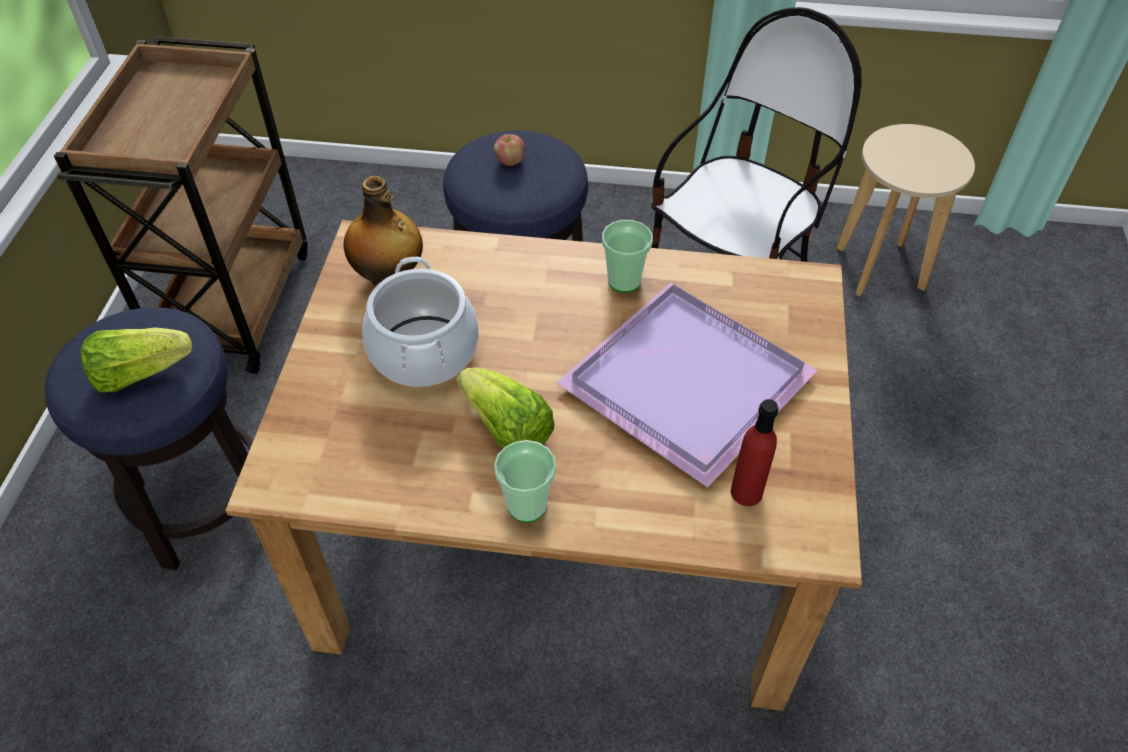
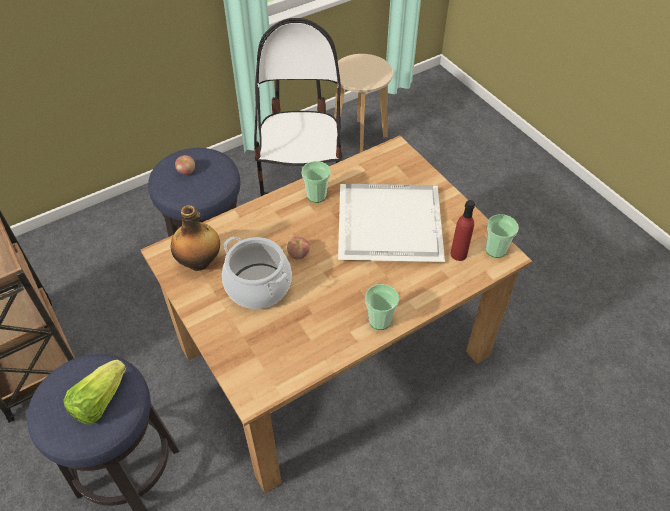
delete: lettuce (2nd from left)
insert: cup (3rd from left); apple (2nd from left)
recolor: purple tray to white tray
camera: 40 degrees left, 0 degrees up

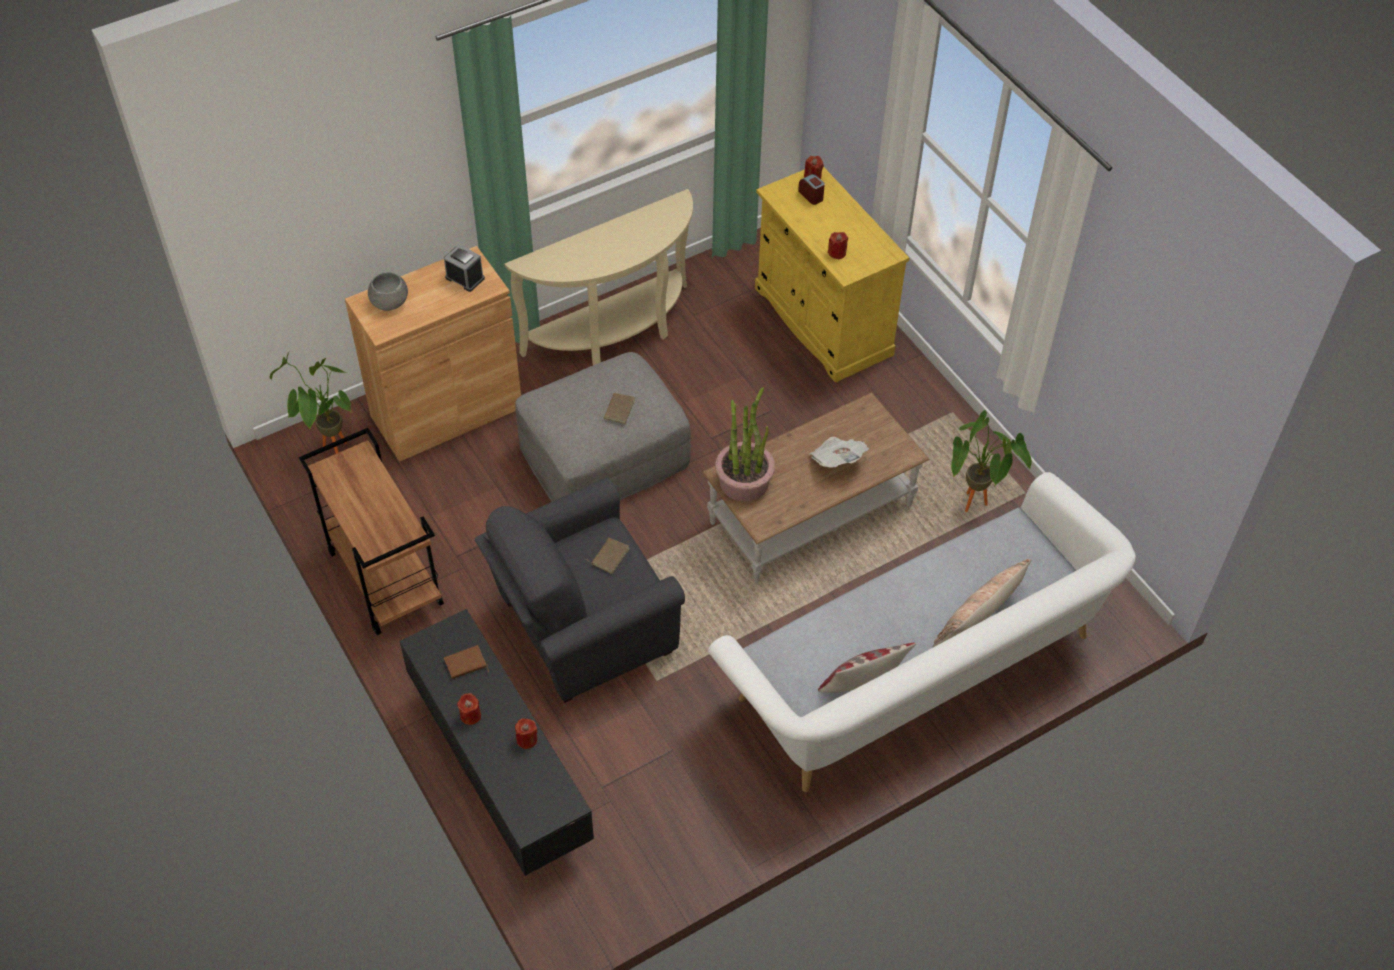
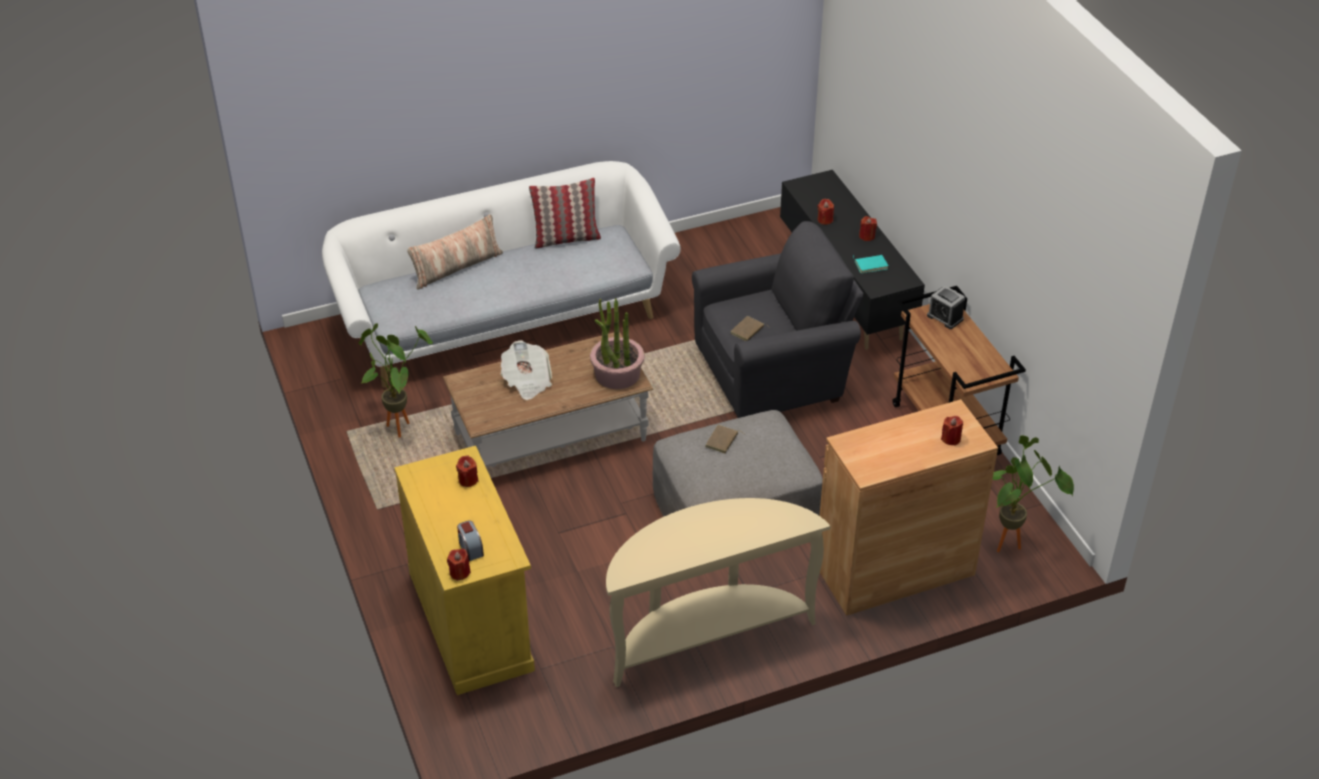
move: alarm clock (1st from left in the first image) to alarm clock (2nd from left)
replace: grey bowl to red candle (5th from left)
recolor: brown book (1st from left) to turquoise book
camera: 170 degrees left, 10 degrees down

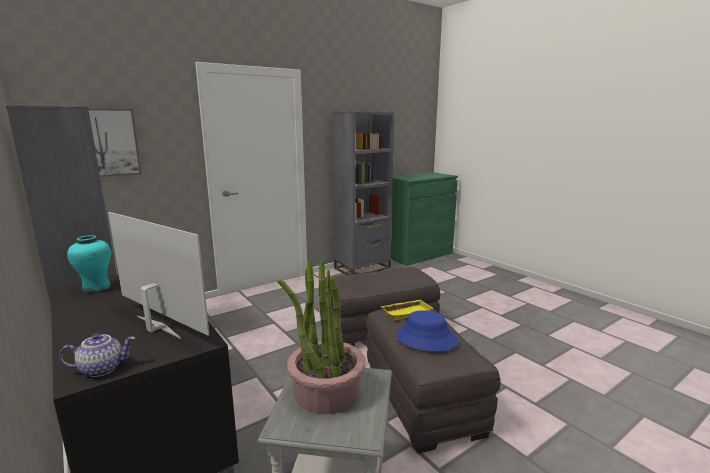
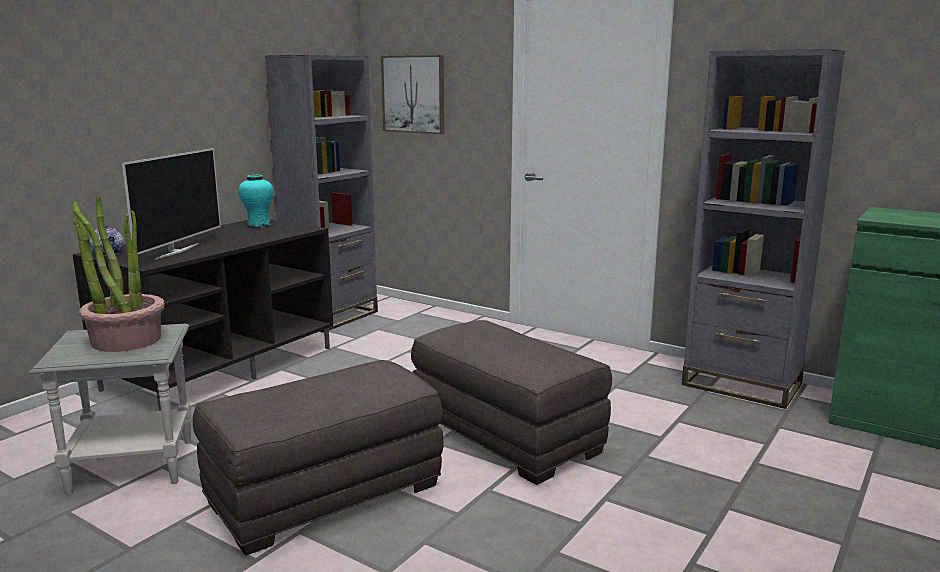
delete: yellow tray; blue hat
camera: 70 degrees right, 0 degrees up

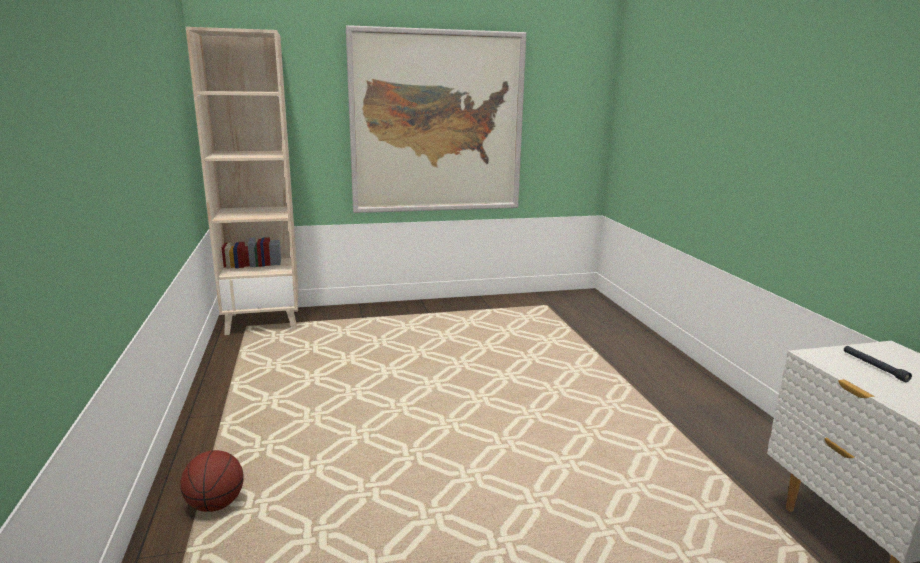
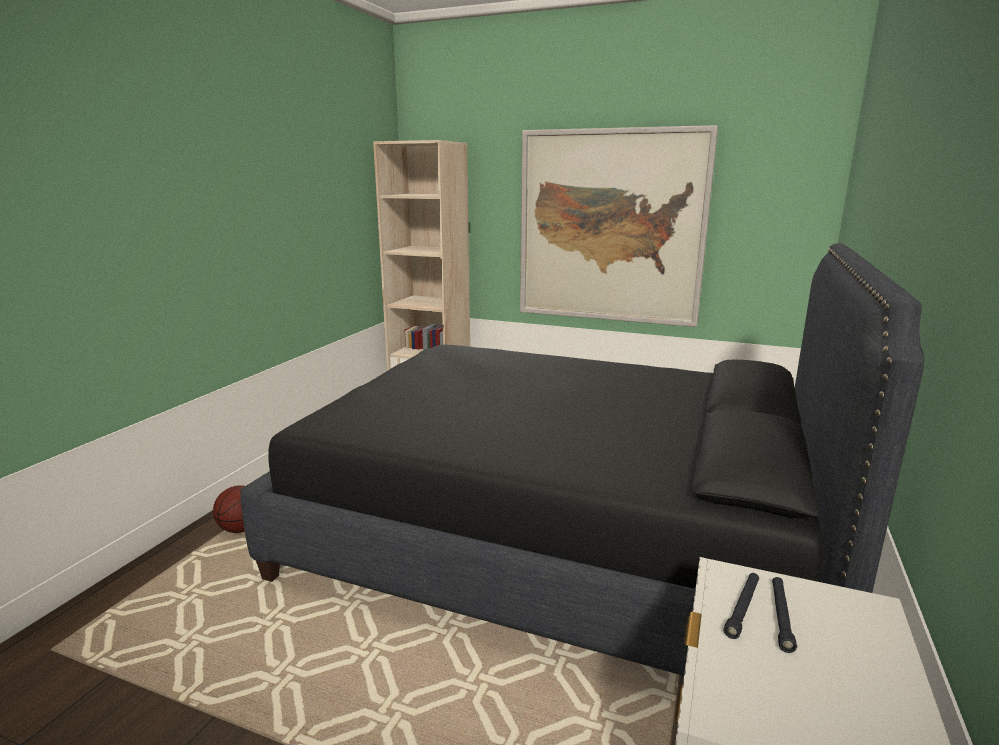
insert: black bed; black flashlight (1st from left)
camera: 35 degrees right, 0 degrees up

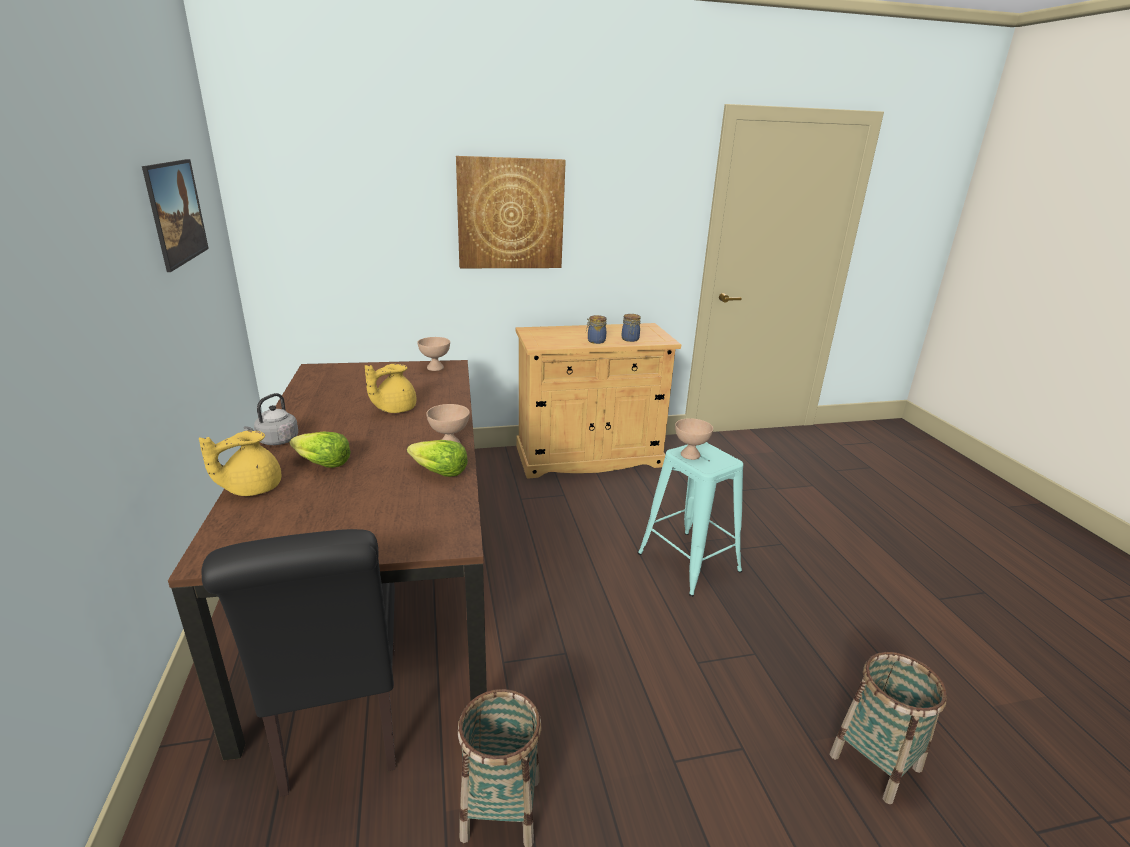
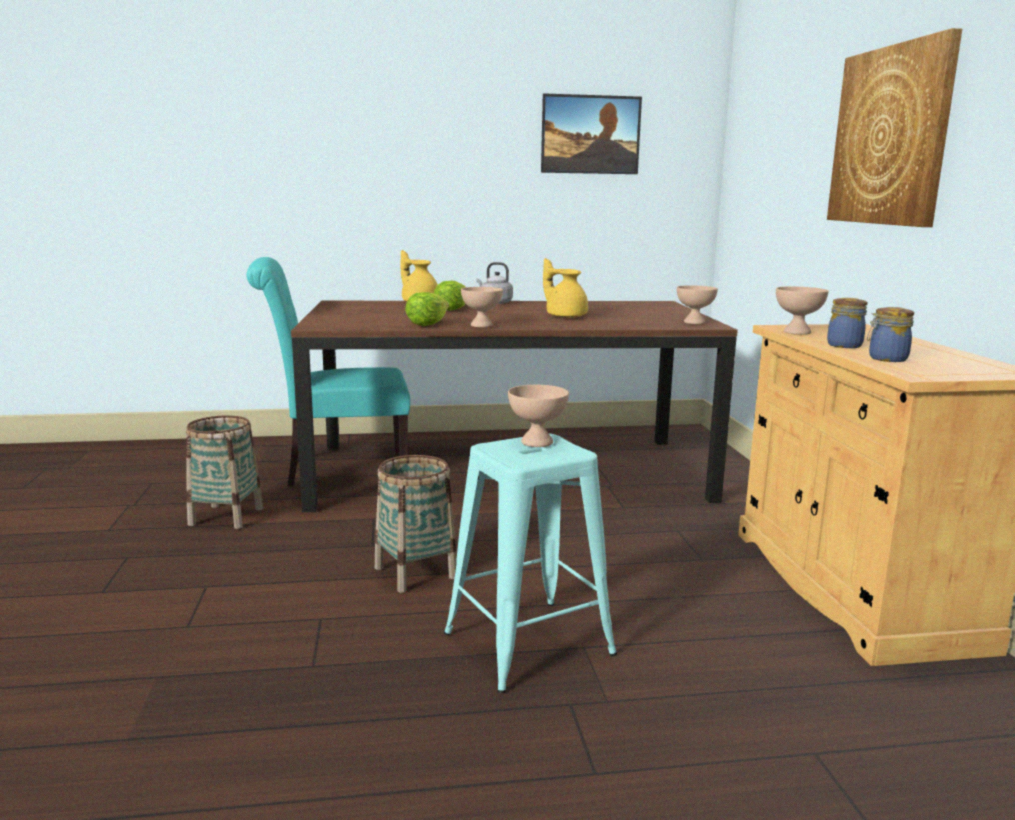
insert: beige bowl (4th from left)
move: basket (2nd from left)
recolor: black chair to turquoise chair
camera: 95 degrees right, 10 degrees down

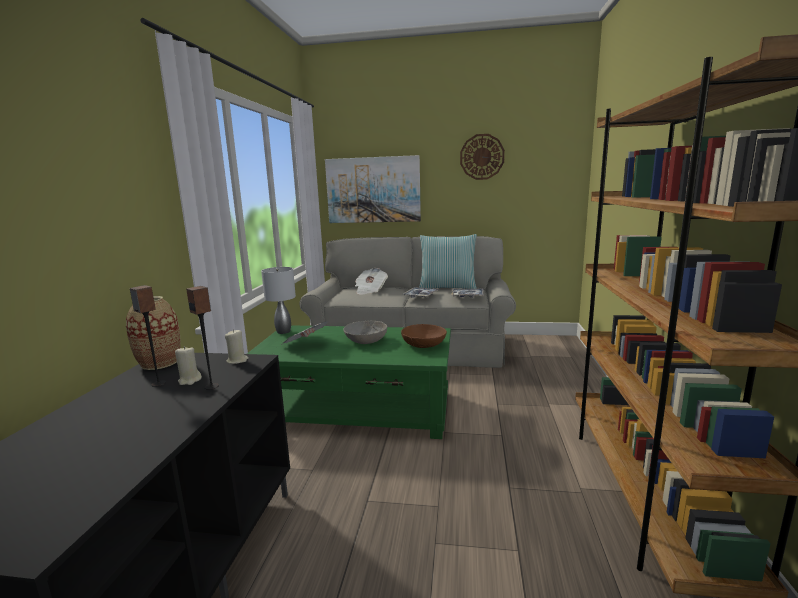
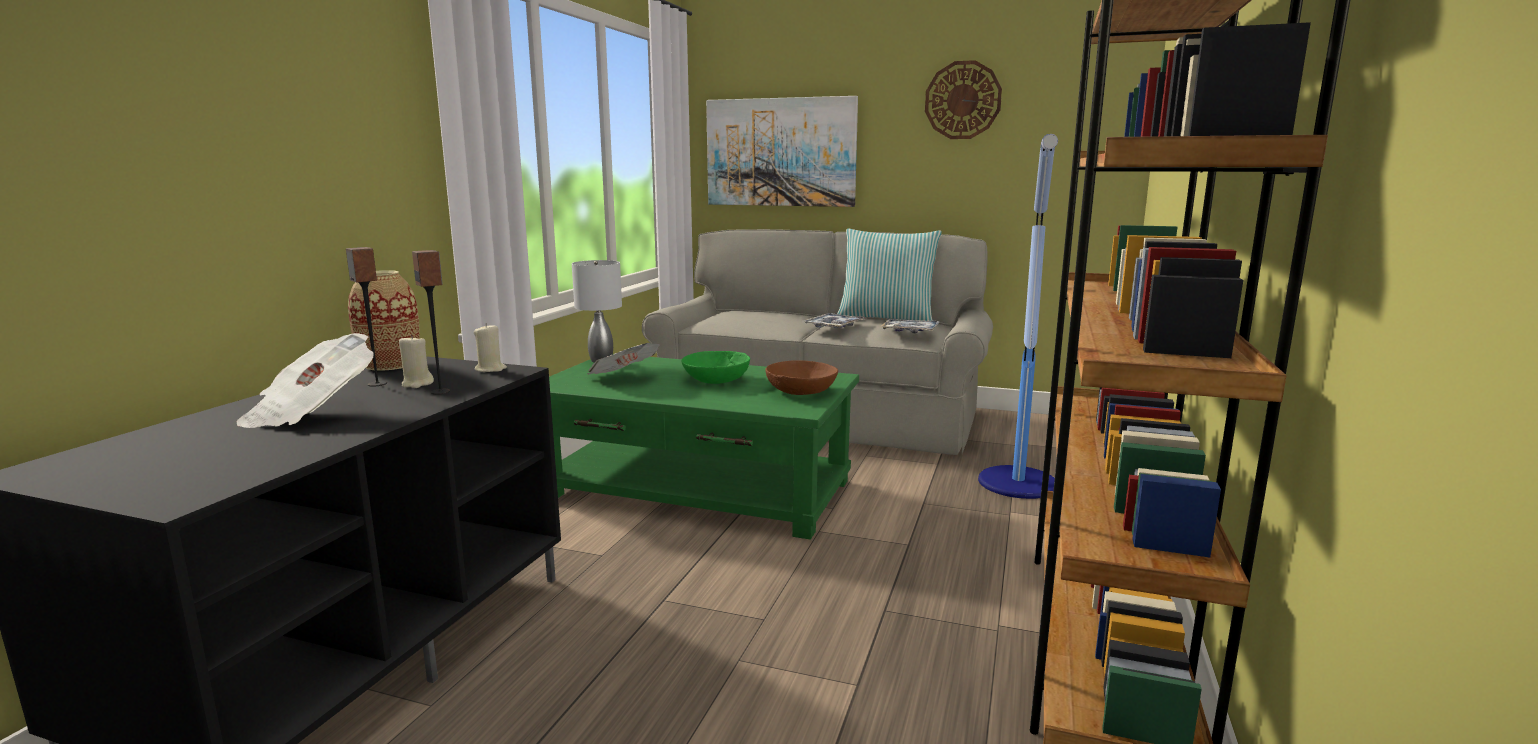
insert: floor lamp
move: newspaper (2nd from left in the first image) to newspaper (1st from left)
recolor: grey bowl to green bowl
camera: 10 degrees right, 0 degrees up

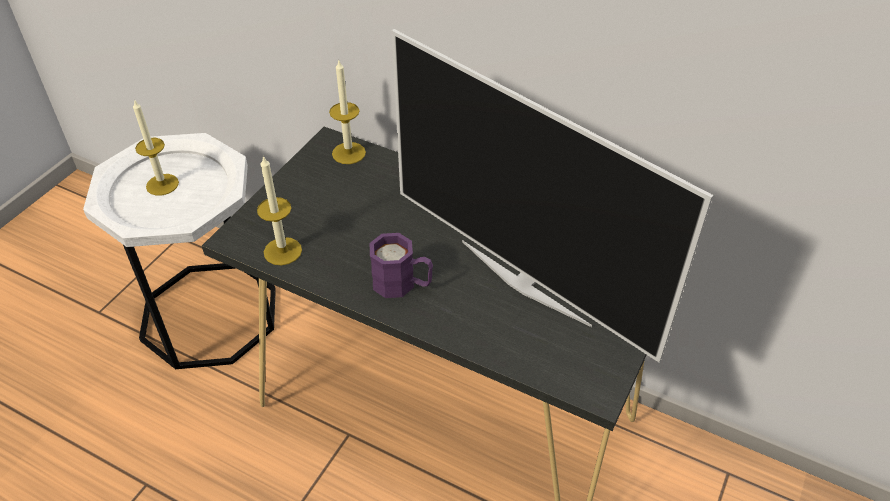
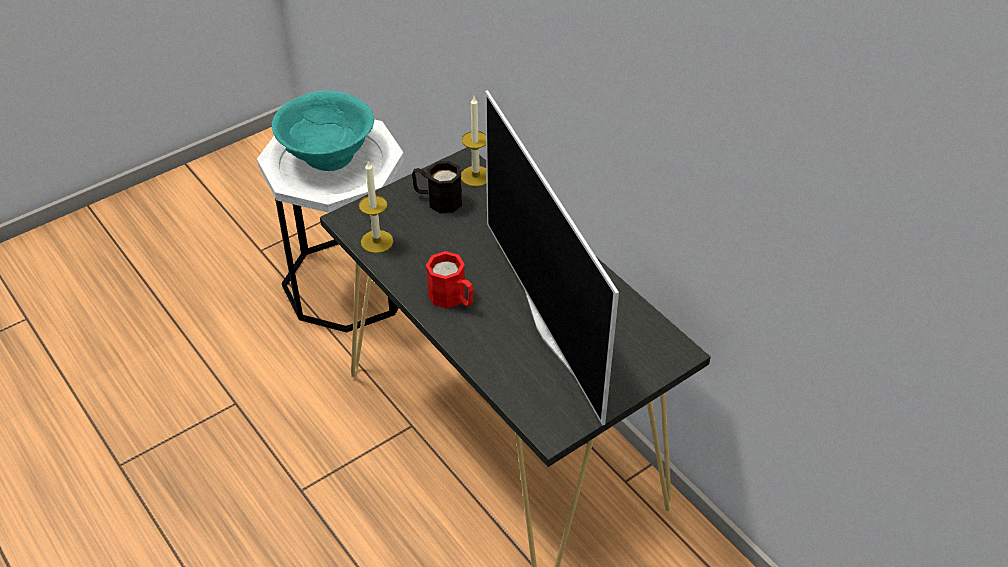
insert: black mug
replace: candle (1st from left) to turquoise bowl
recolor: purple mug to red mug
camera: 25 degrees right, 0 degrees up

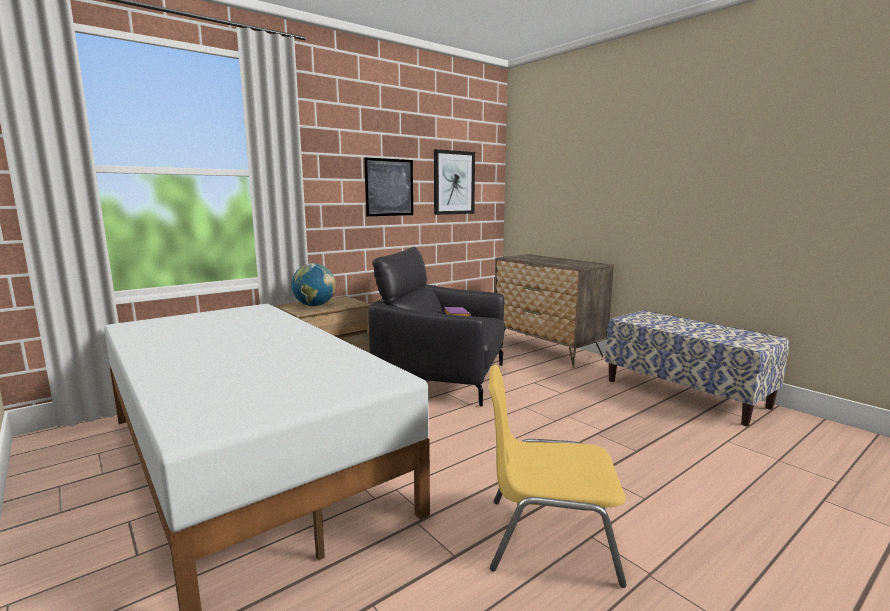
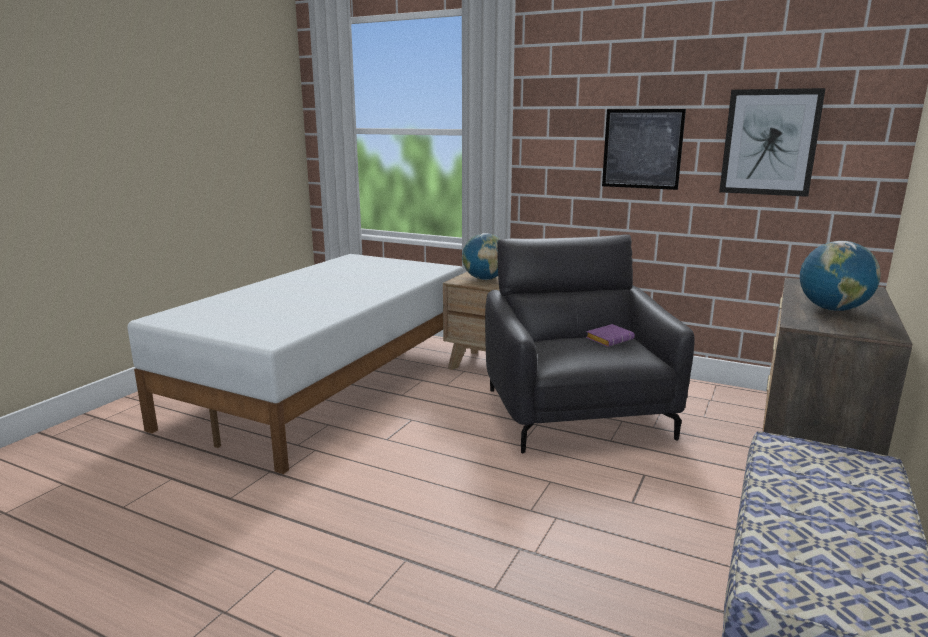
delete: yellow chair
insert: globe (2nd from left)
camera: 65 degrees right, 5 degrees up

